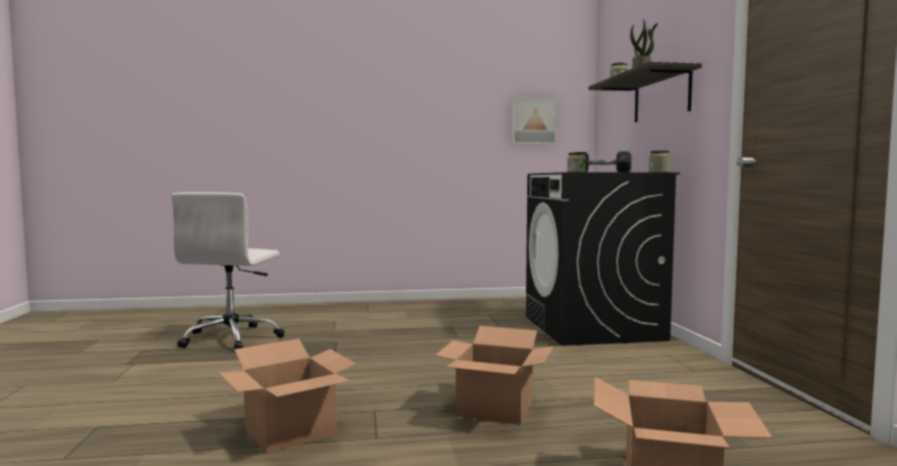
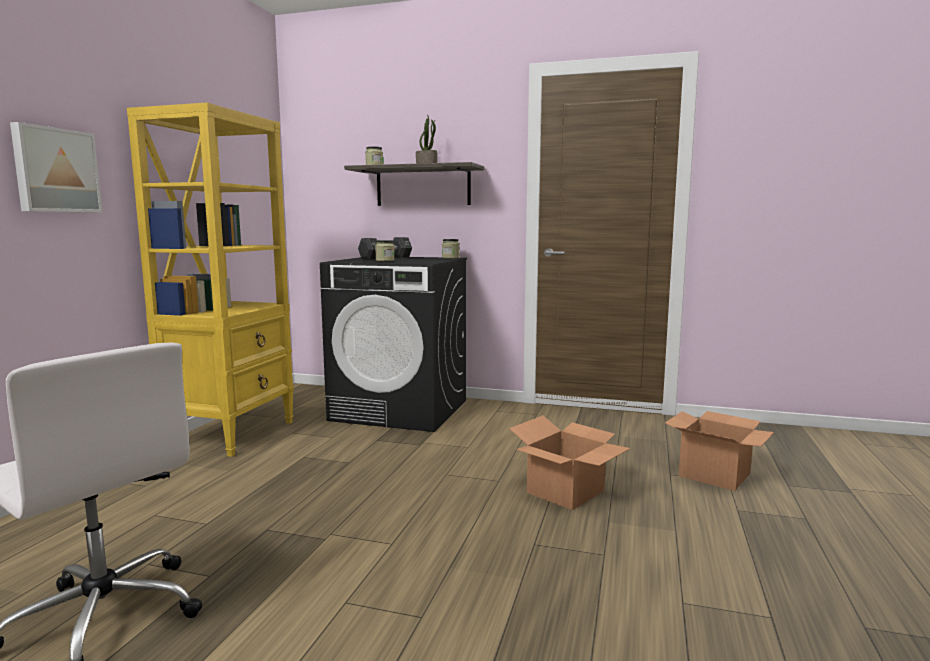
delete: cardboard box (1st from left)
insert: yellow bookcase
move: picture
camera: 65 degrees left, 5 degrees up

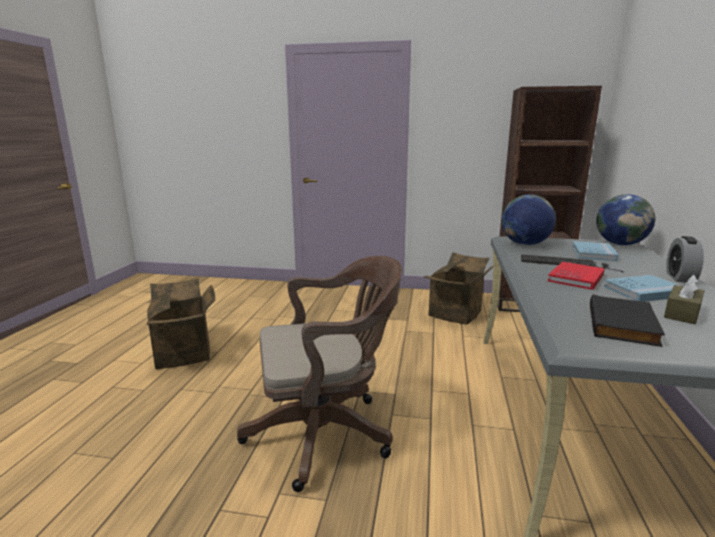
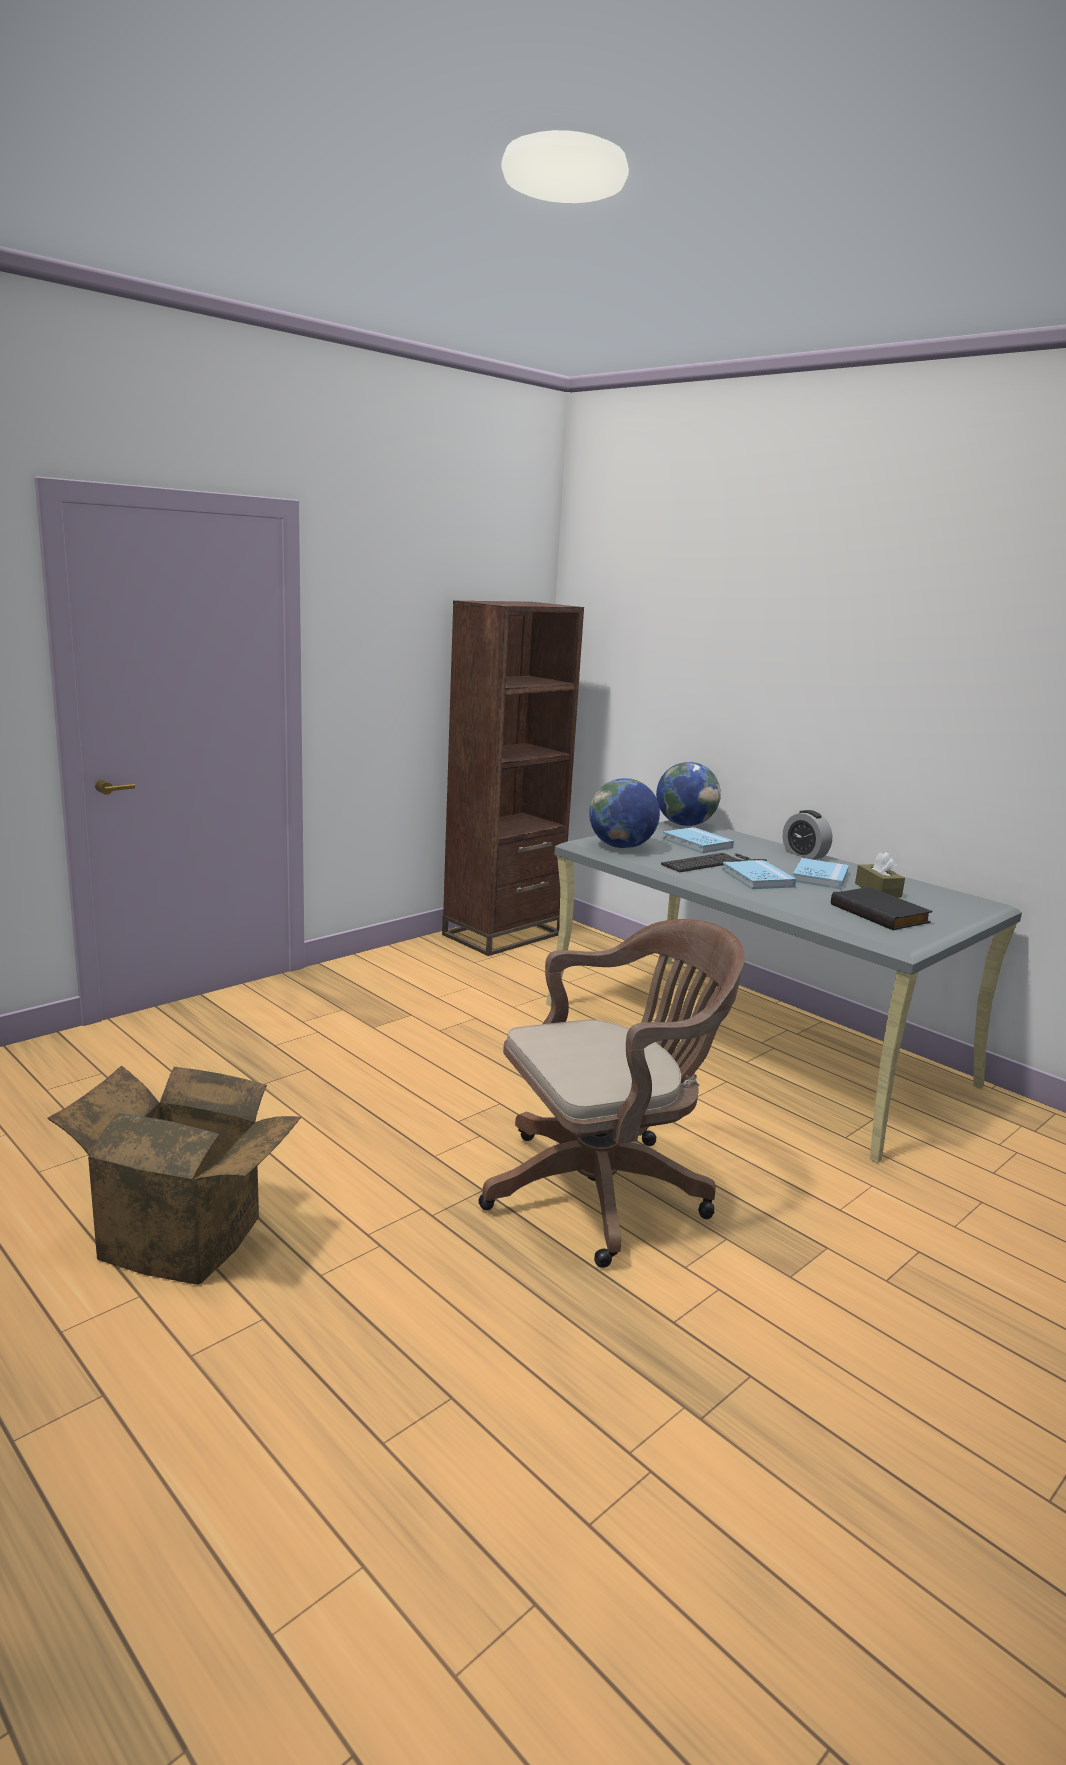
delete: cardboard box (2nd from left)
recolor: red book to blue book (2nd from left)
rotate: brown office chair 45 degrees clockwise
camera: 55 degrees left, 0 degrees up

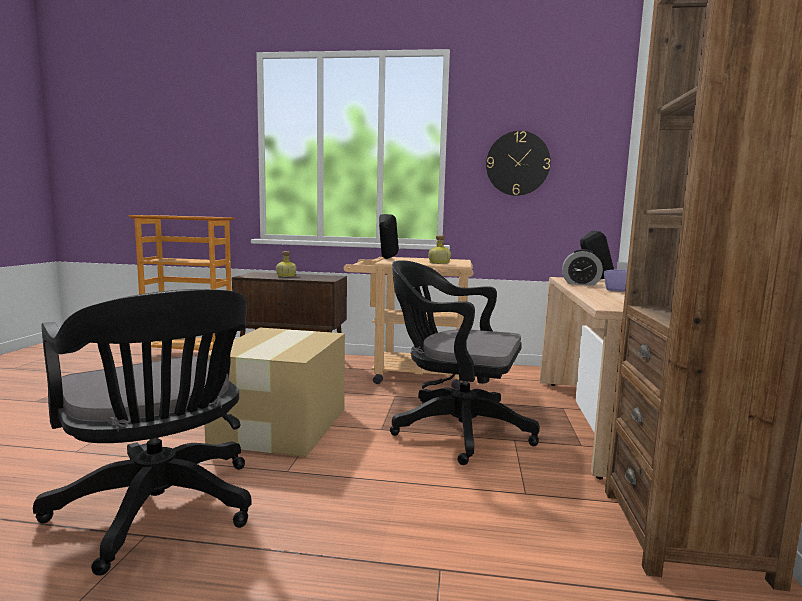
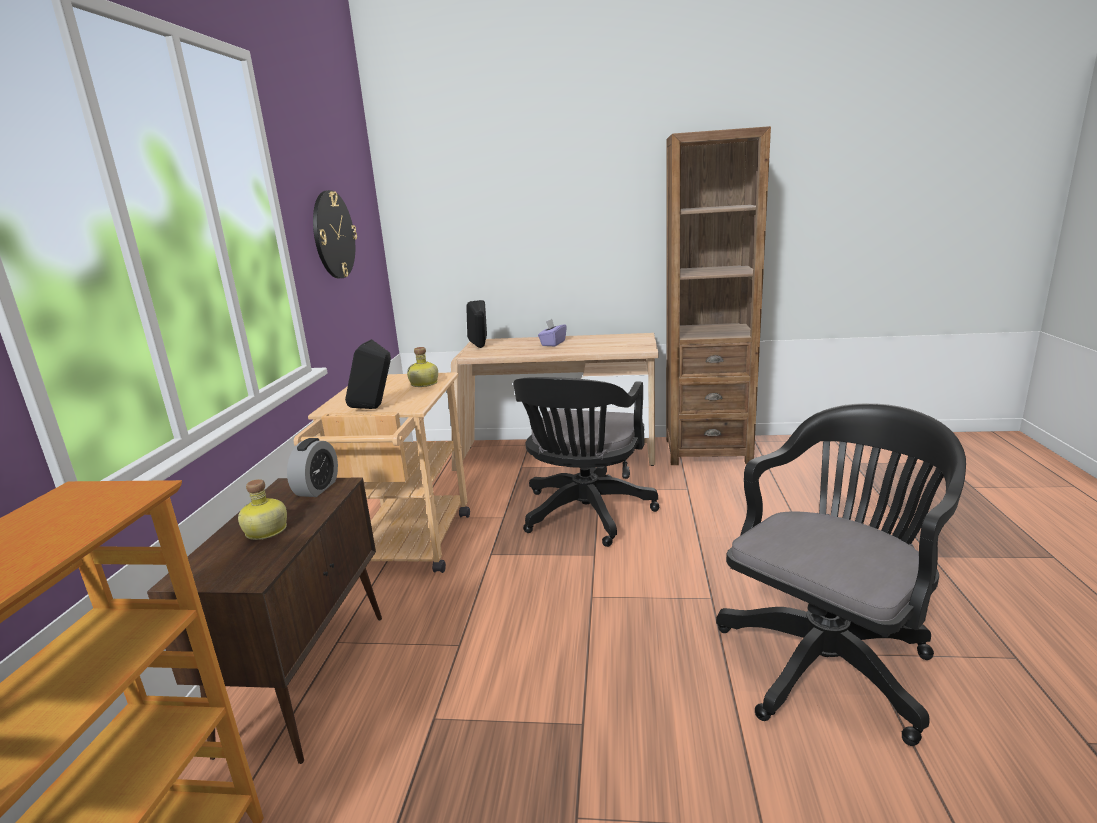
delete: cardboard box
move: alarm clock
camera: 90 degrees left, 10 degrees up

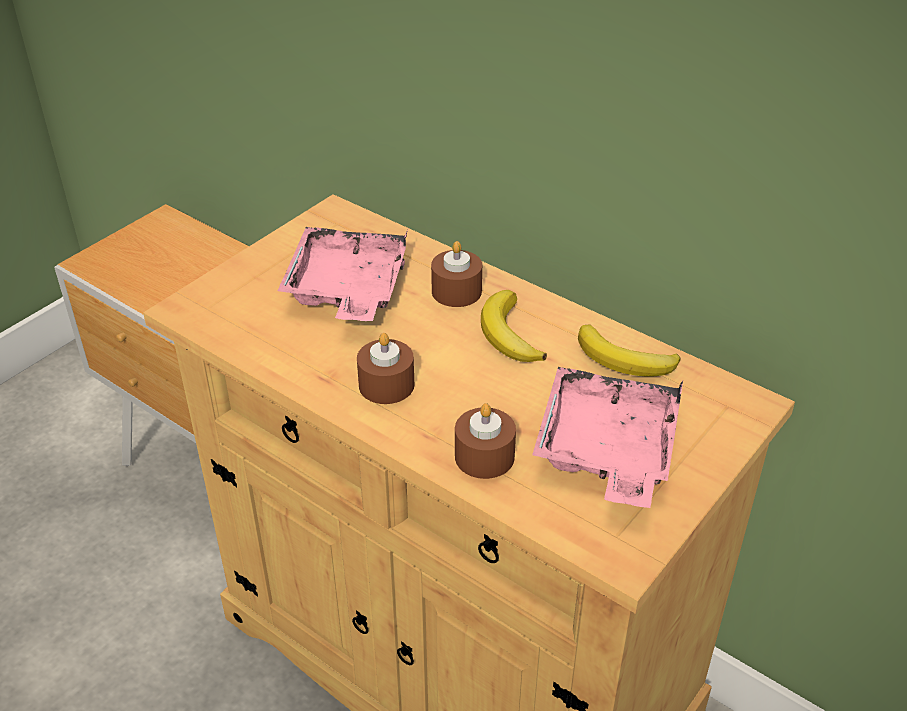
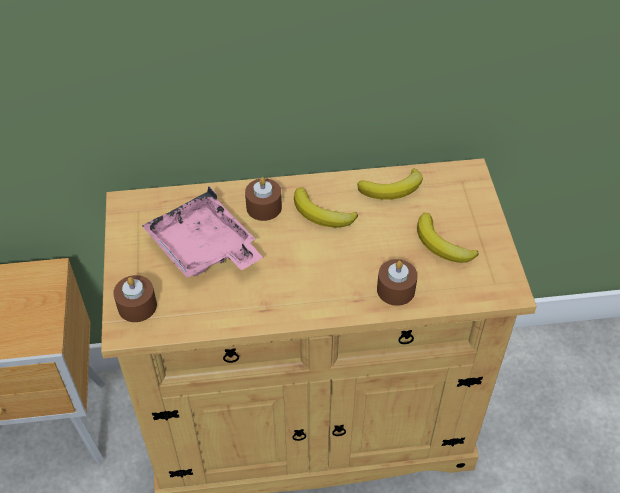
move: brown candle (1st from left)
replace: pink tray (2nd from left) to banana (3rd from left)
camera: 45 degrees left, 10 degrees up

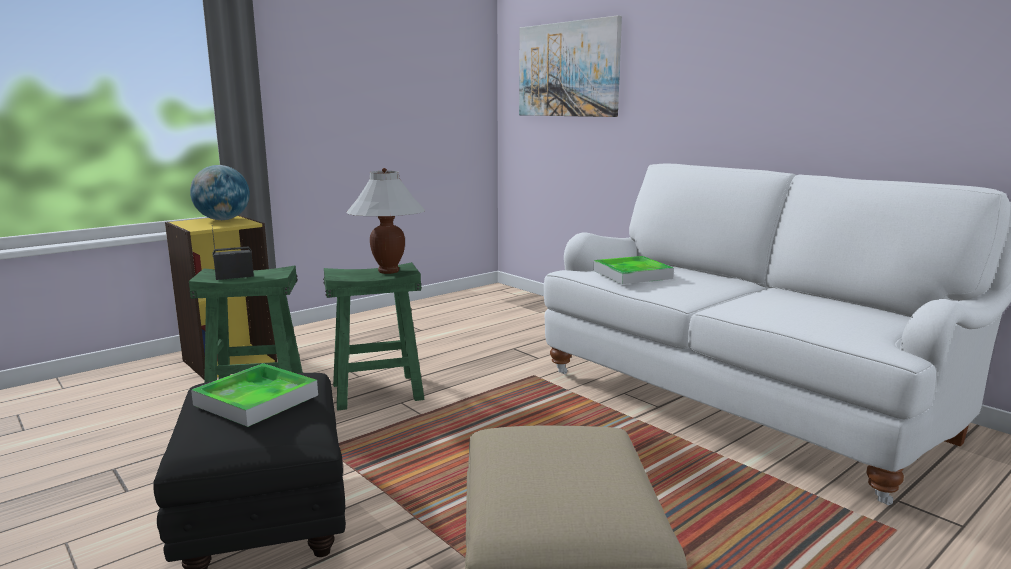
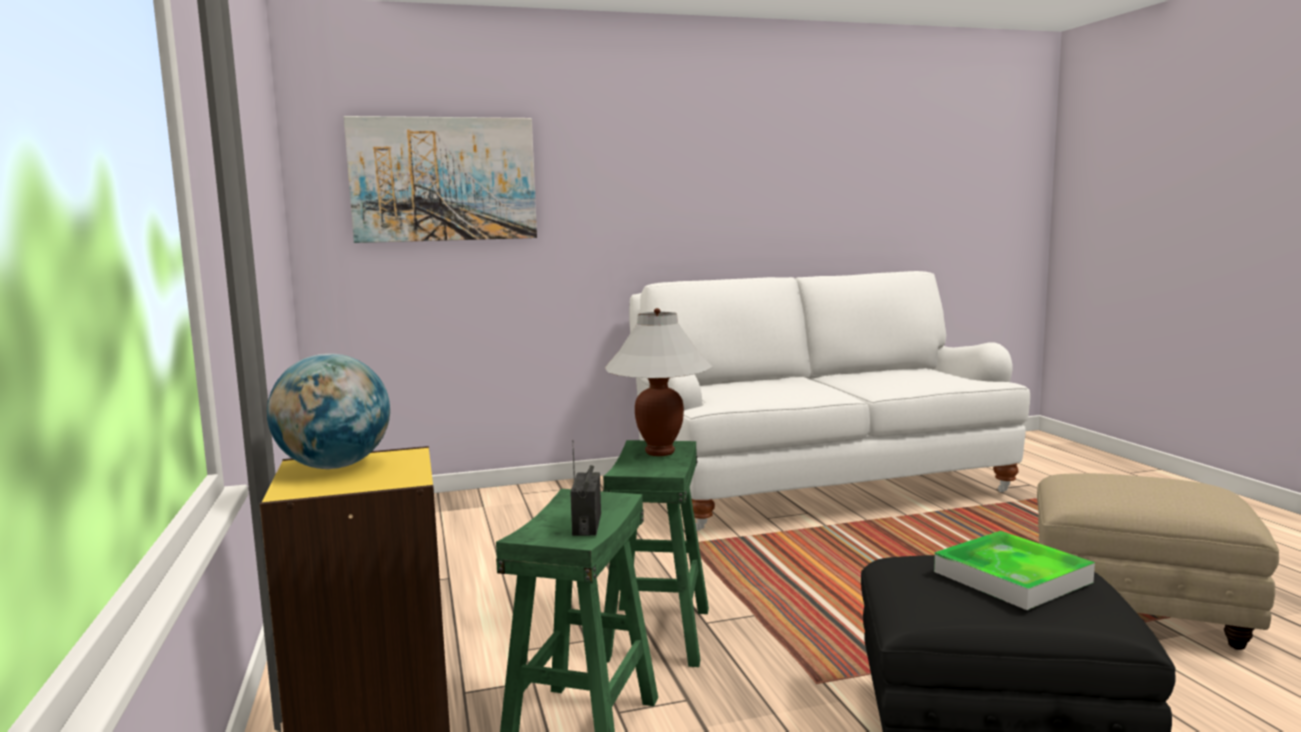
delete: tray (2nd from left)
camera: 65 degrees left, 5 degrees down

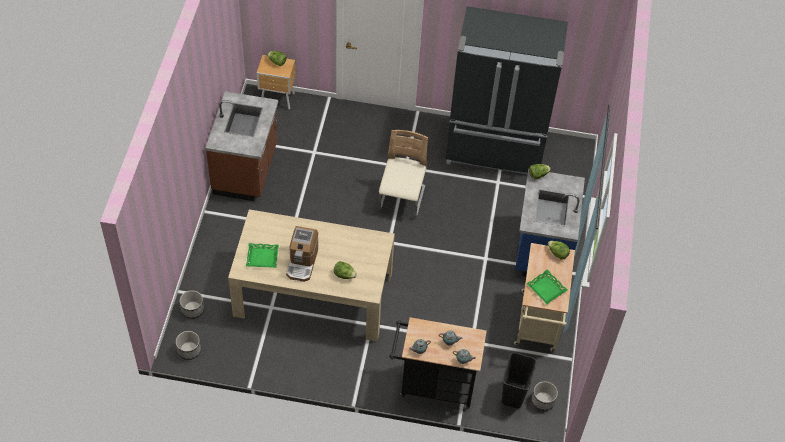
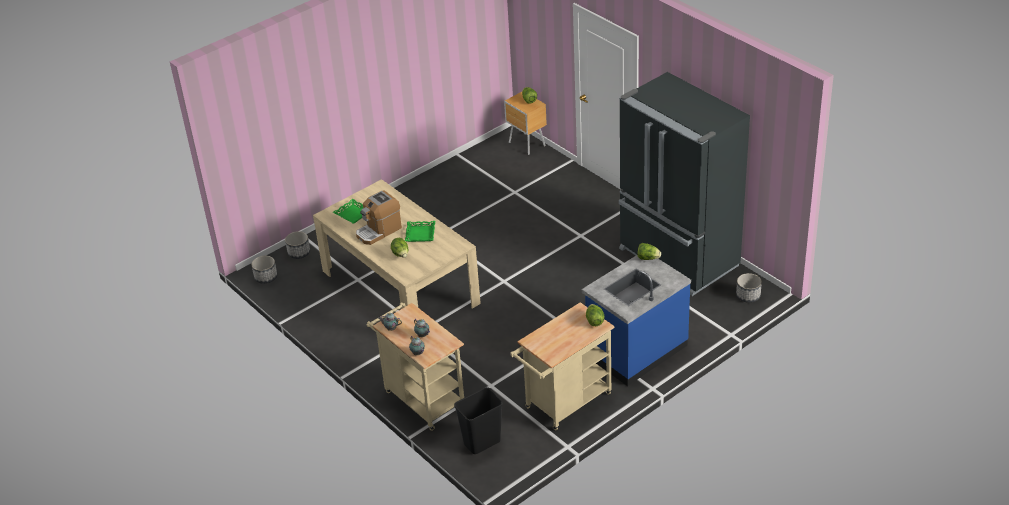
delete: brown counter; beige chair
move: green tray (2nd from left); planter (3rd from left)
recolor: black cart to beige cart (1st from left)
camera: 45 degrees right, 15 degrees down

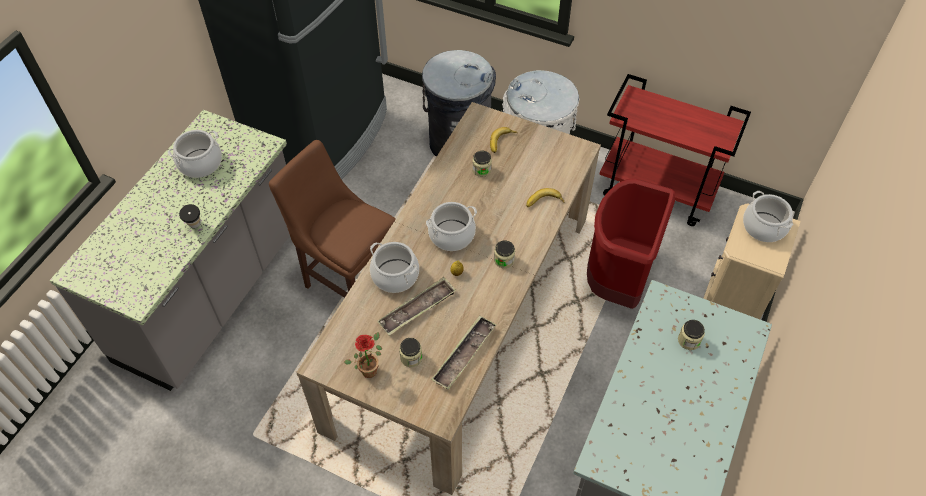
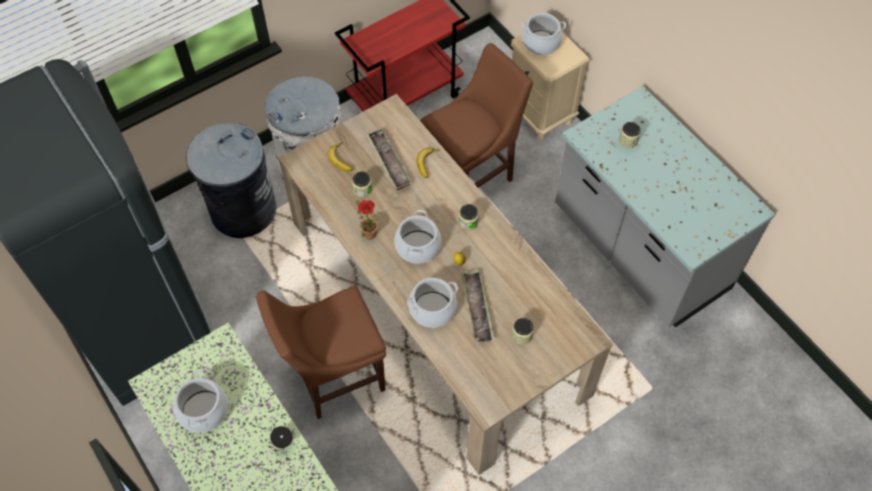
move: tray (2nd from left in the first image) to tray (1st from left); potted plant
replace: red trash can to brown chair (2nd from left)
camera: 60 degrees left, 5 degrees up

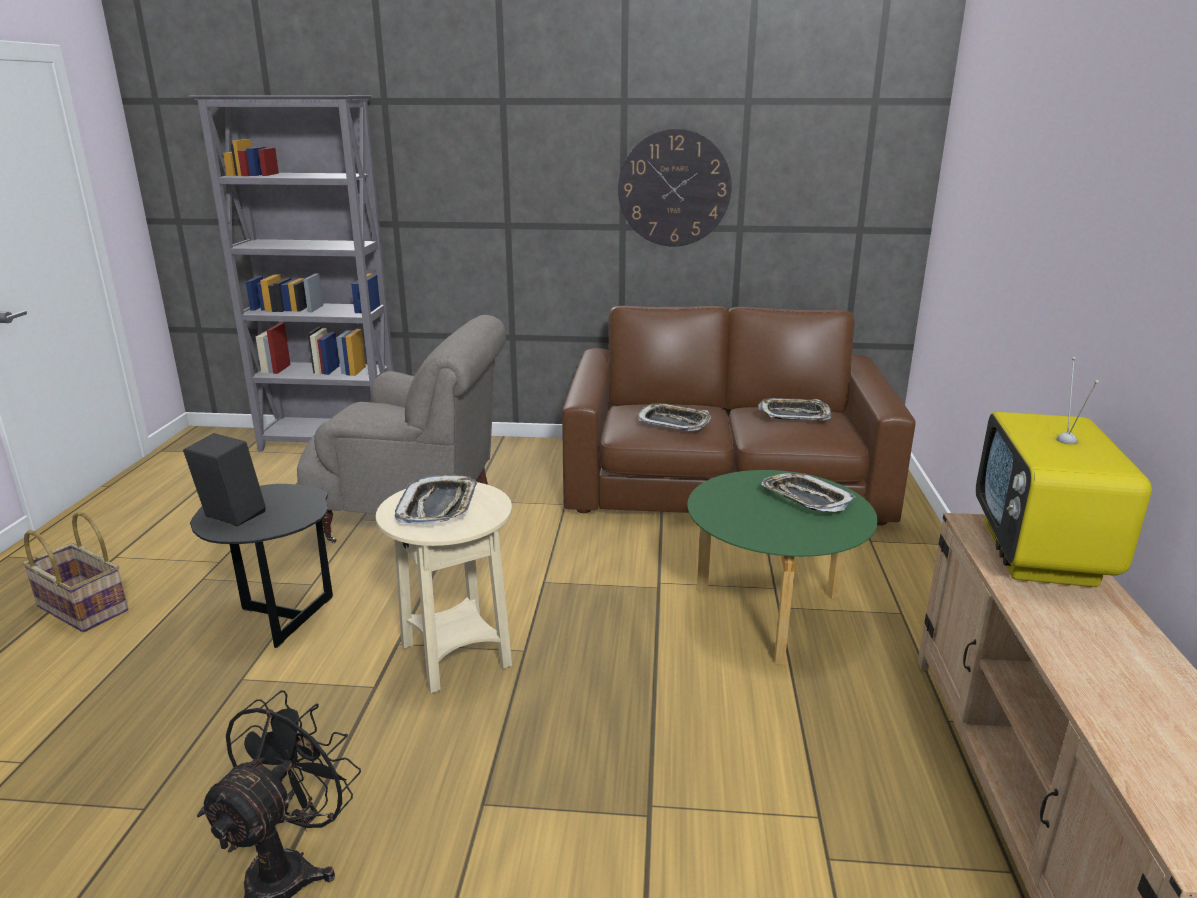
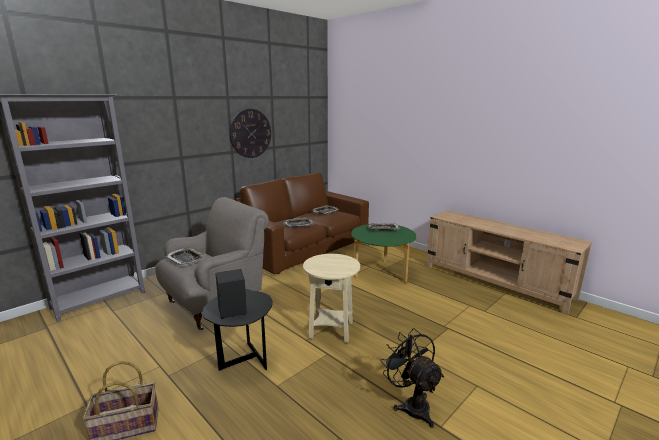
delete: television
move: tray (1st from left)
camera: 50 degrees left, 5 degrees down

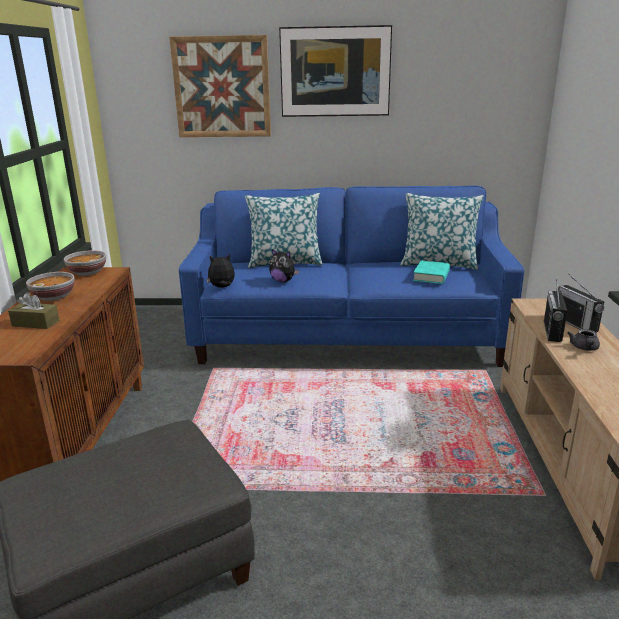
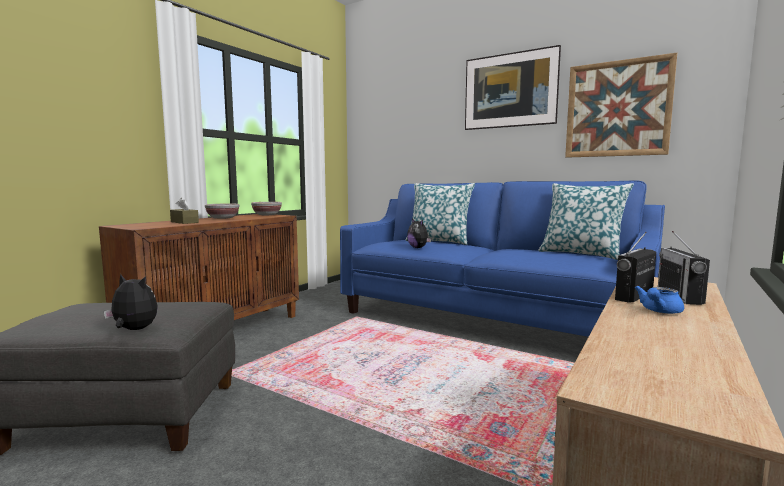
delete: turquoise book
move: picture (1st from left in the first image) to picture (2nd from left); plush toy (1st from left)
recolor: grey teapot to blue teapot
camera: 30 degrees right, 15 degrees down

